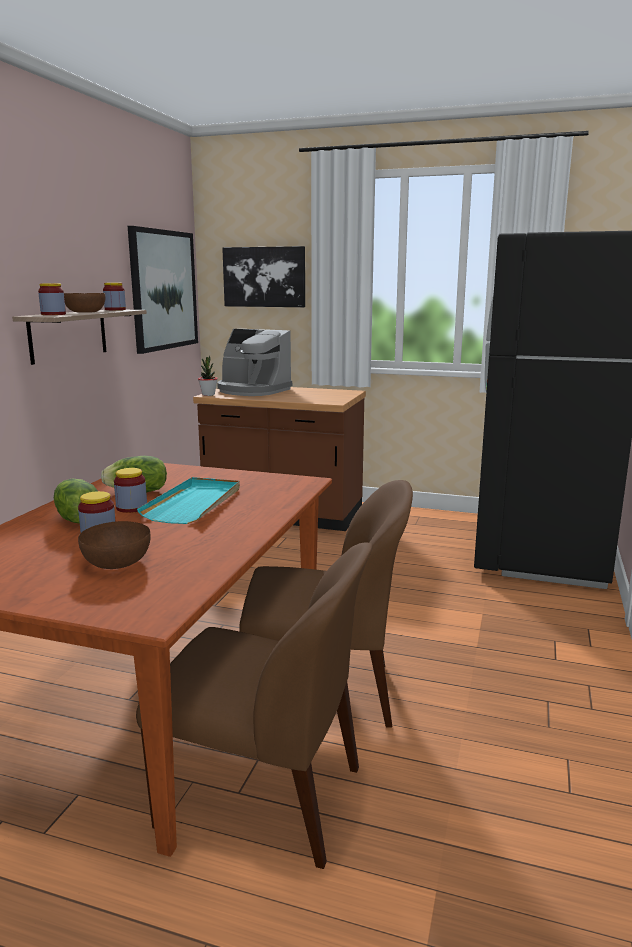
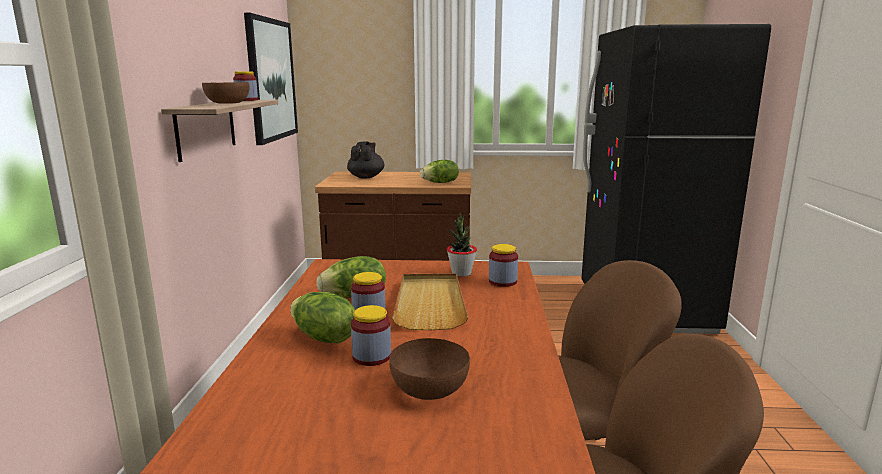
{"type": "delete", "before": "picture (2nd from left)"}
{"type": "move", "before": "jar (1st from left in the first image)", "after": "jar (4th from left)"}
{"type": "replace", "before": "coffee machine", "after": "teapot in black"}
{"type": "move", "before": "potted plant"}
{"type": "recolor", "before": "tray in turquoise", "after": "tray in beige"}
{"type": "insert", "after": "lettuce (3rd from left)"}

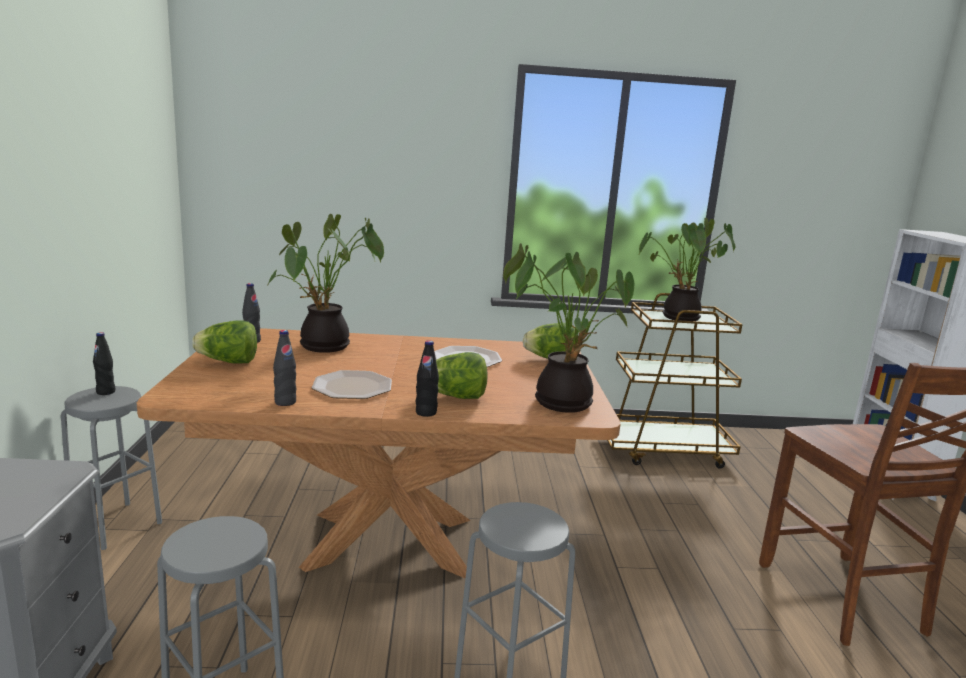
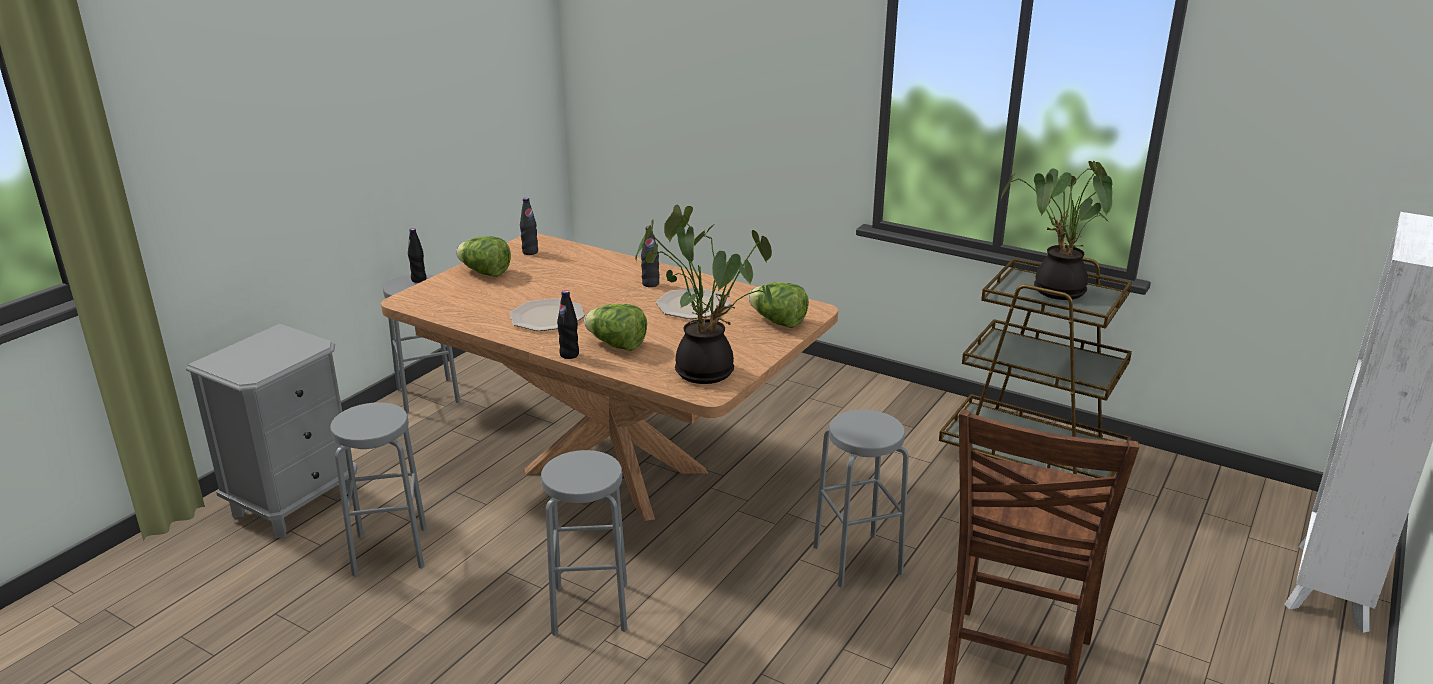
{"type": "delete", "before": "potted plant (1st from left)"}
{"type": "move", "before": "bottle in black (3rd from left in the first image)", "after": "bottle in black (4th from left)"}
{"type": "insert", "after": "stool in grey (4th from left)"}

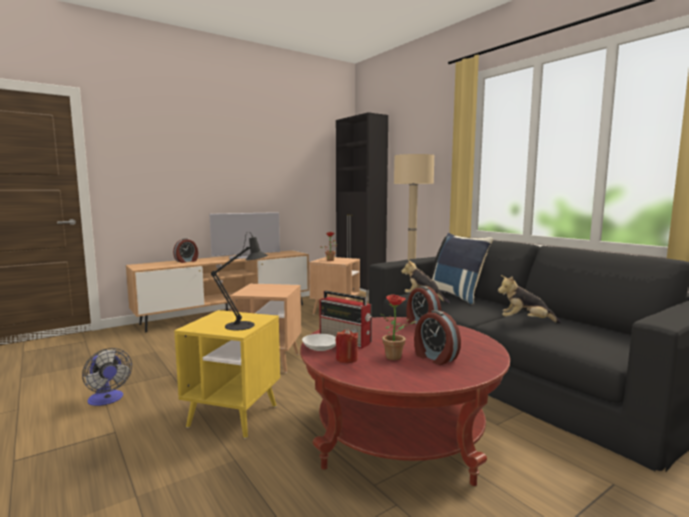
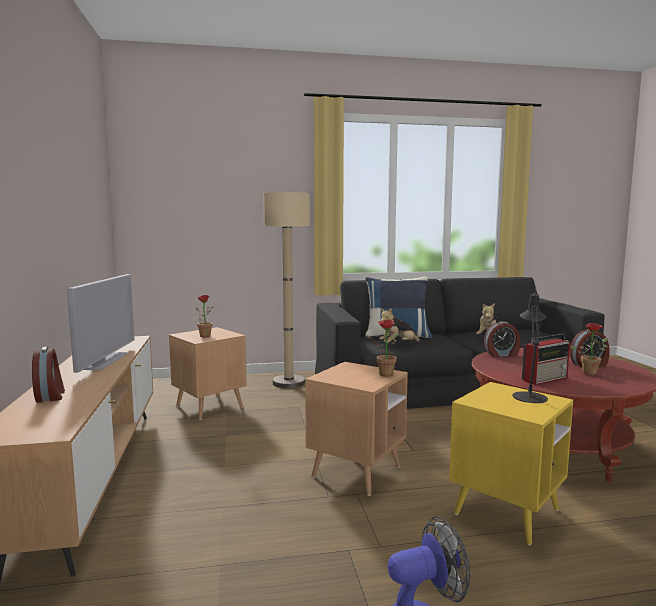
{"type": "delete", "before": "cabinet in black"}
{"type": "delete", "before": "candle in red"}
{"type": "delete", "before": "bowl in white"}
{"type": "insert", "after": "potted plant (2nd from left)"}

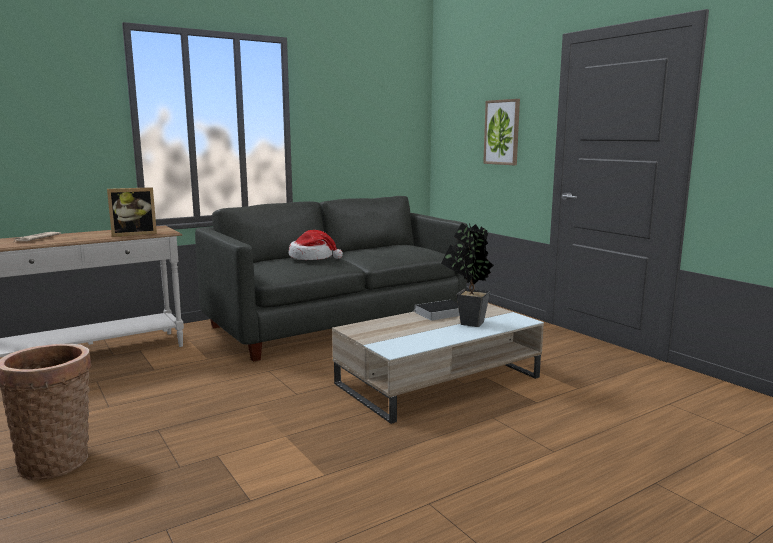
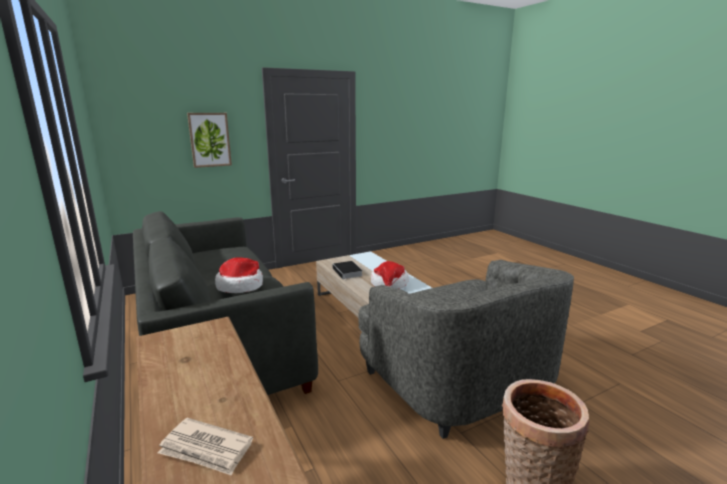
{"type": "delete", "before": "picture frame"}
{"type": "delete", "before": "potted plant"}
{"type": "insert", "after": "armchair in grey"}
{"type": "insert", "after": "hat (2nd from left)"}

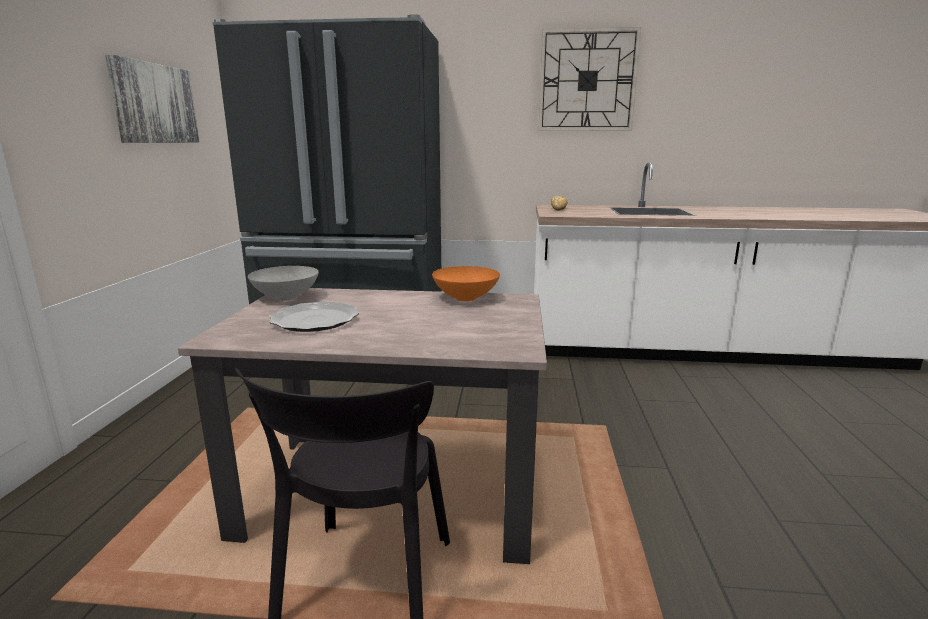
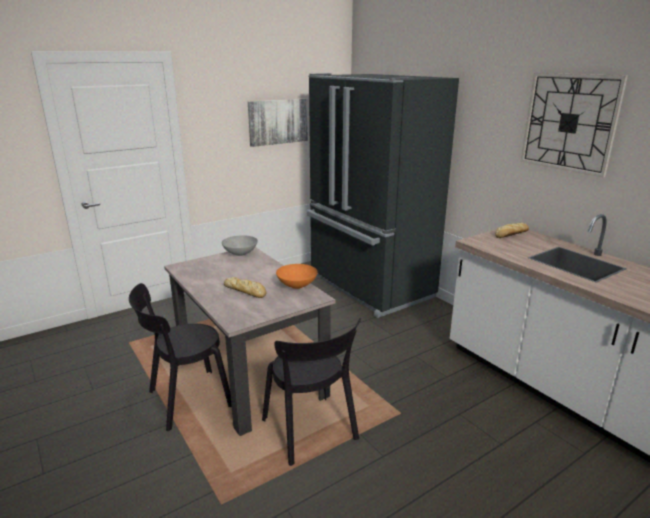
{"type": "delete", "before": "plate"}
{"type": "insert", "after": "bread (1st from left)"}
{"type": "insert", "after": "chair in black (2nd from left)"}

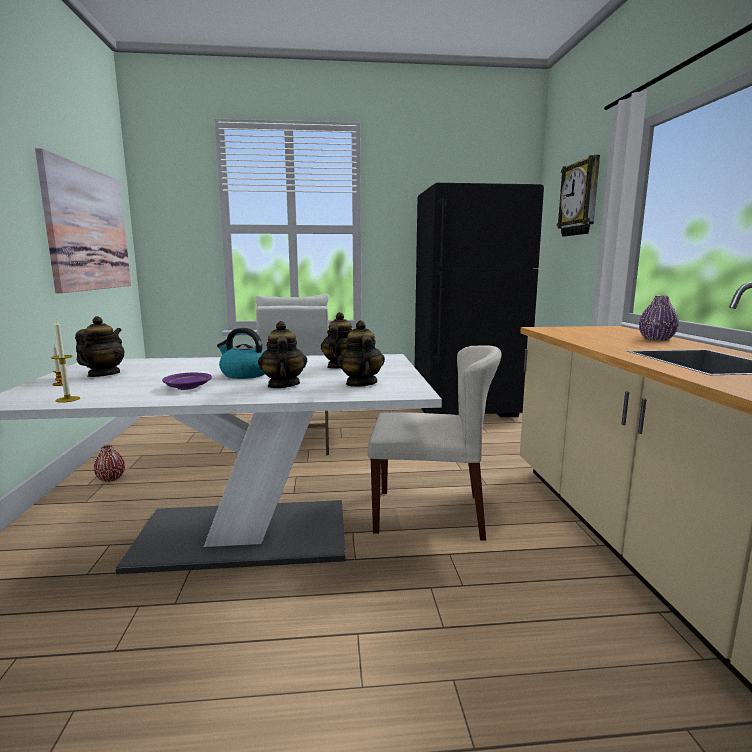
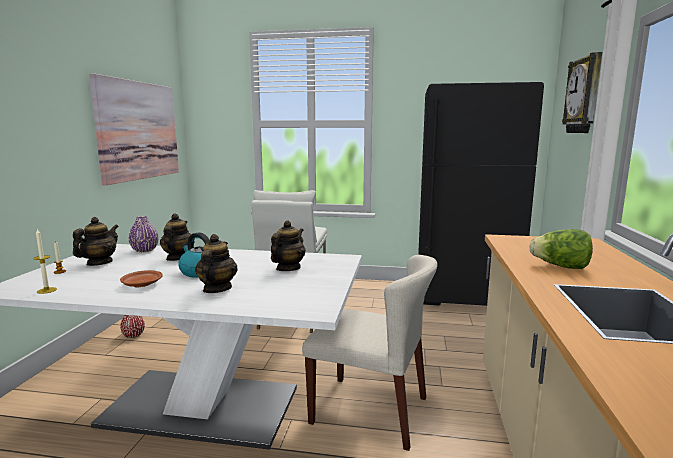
{"type": "move", "before": "vase in purple"}
{"type": "move", "before": "teapot (4th from left in the first image)", "after": "teapot (2nd from left)"}
{"type": "recolor", "before": "plate in purple", "after": "plate in brown"}
{"type": "insert", "after": "lettuce"}

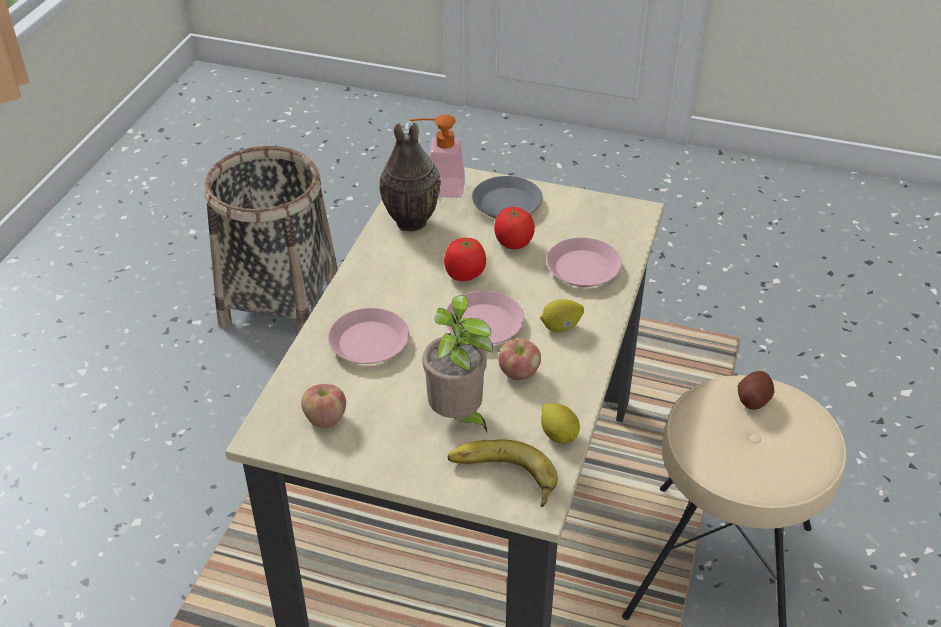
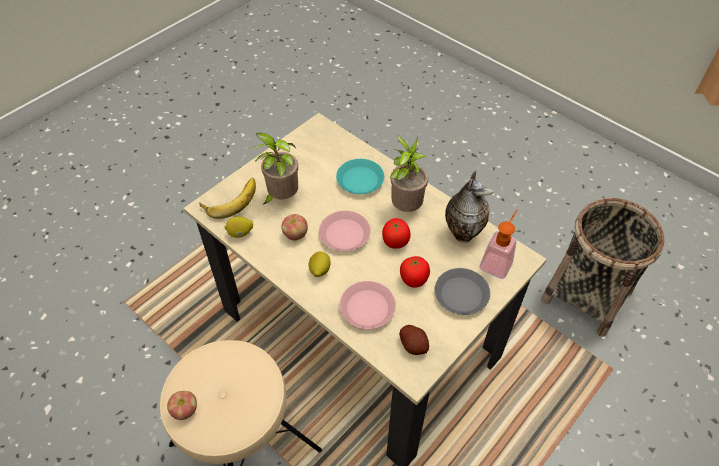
{"type": "recolor", "before": "plate in pink (1st from left)", "after": "plate in turquoise"}
{"type": "move", "before": "potato"}
{"type": "move", "before": "apple (1st from left)"}
{"type": "insert", "after": "potted plant (2nd from left)"}

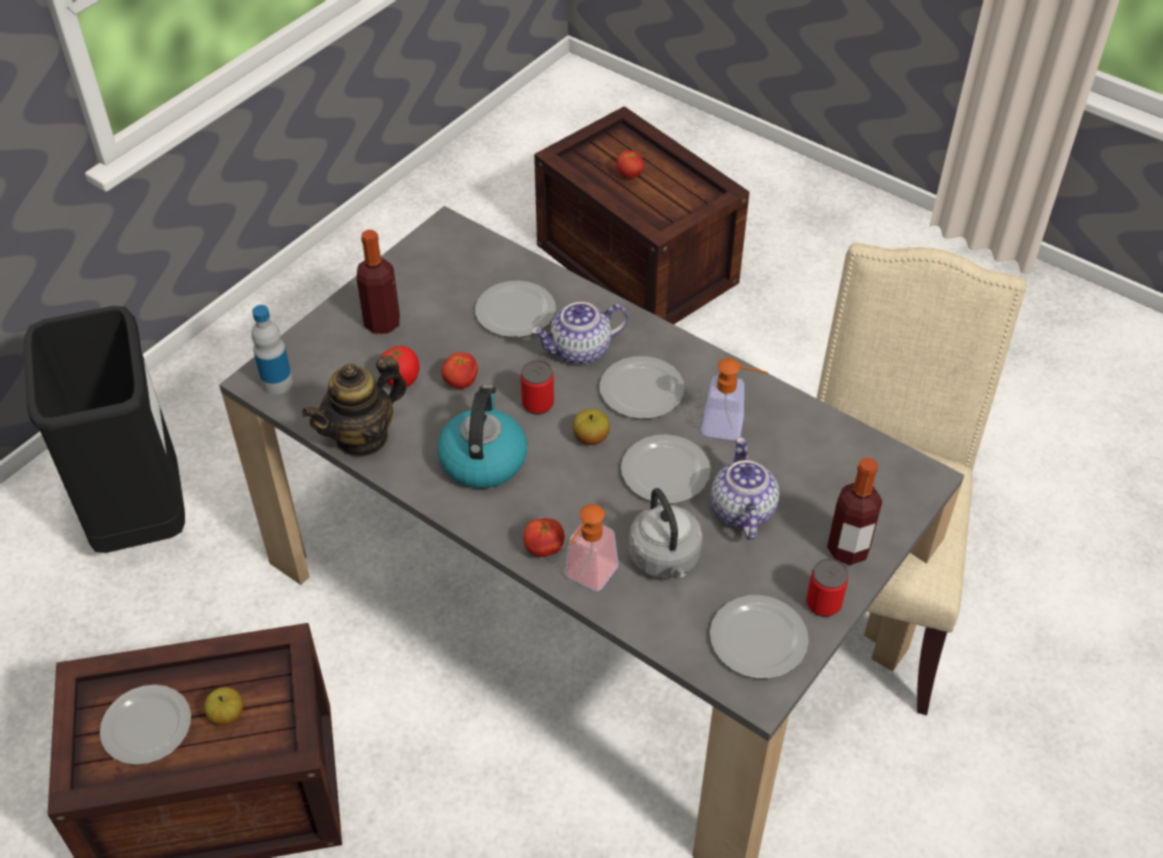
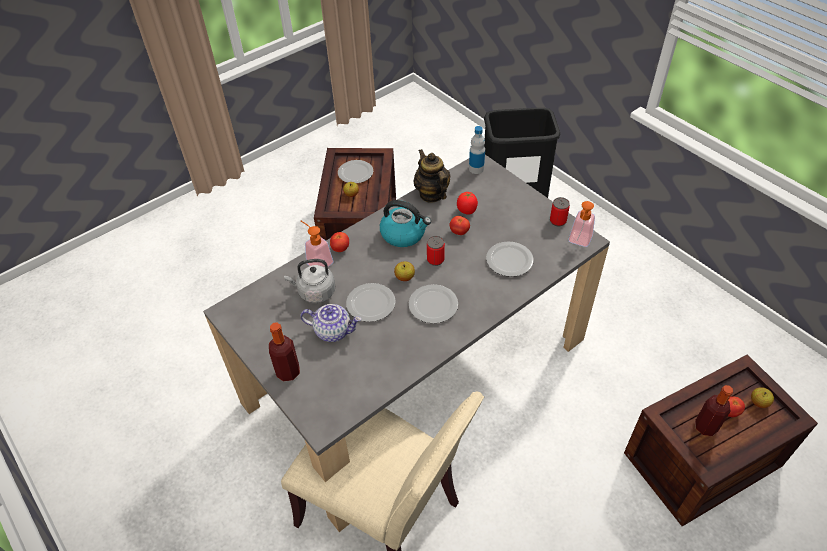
{"type": "move", "before": "bottle (2nd from left in the first image)", "after": "bottle (3rd from left)"}
{"type": "delete", "before": "teapot (2nd from left)"}
{"type": "move", "before": "soap dispenser (2nd from left)"}
{"type": "move", "before": "can (2nd from left)"}
{"type": "delete", "before": "plate (5th from left)"}
{"type": "insert", "after": "apple (3rd from left)"}

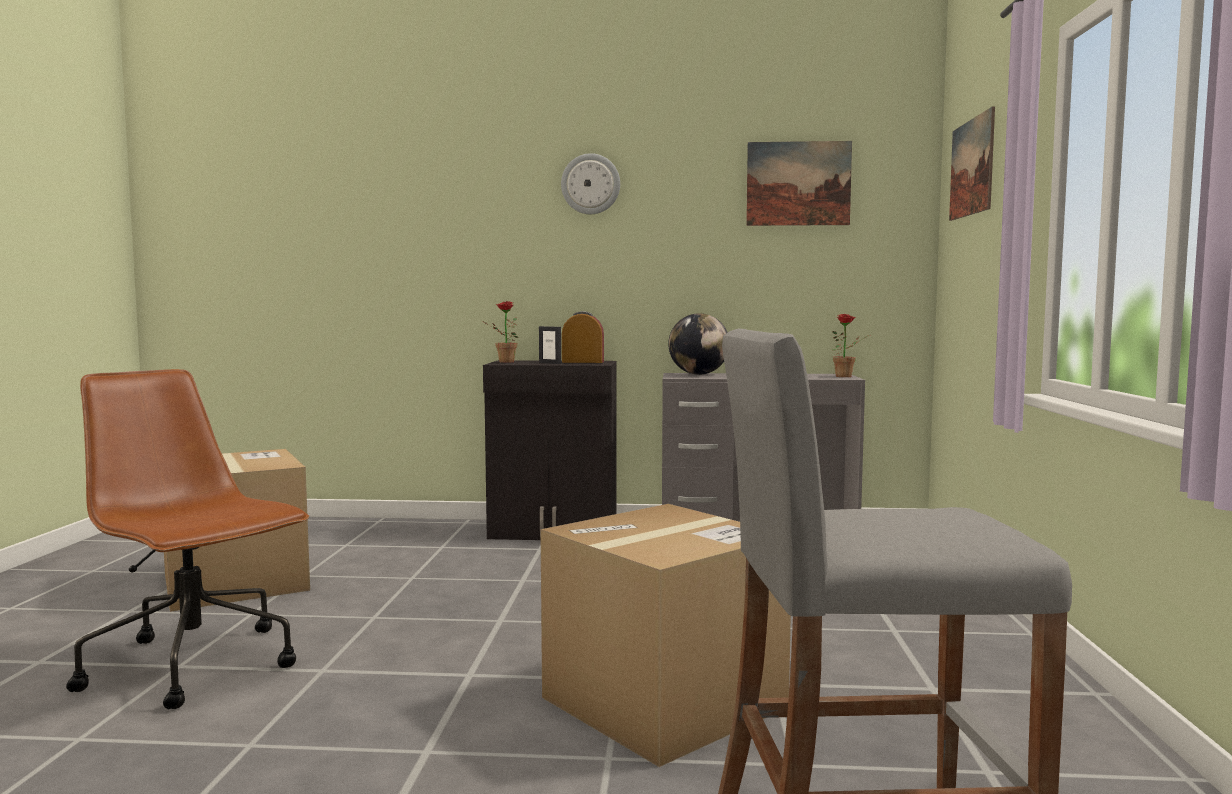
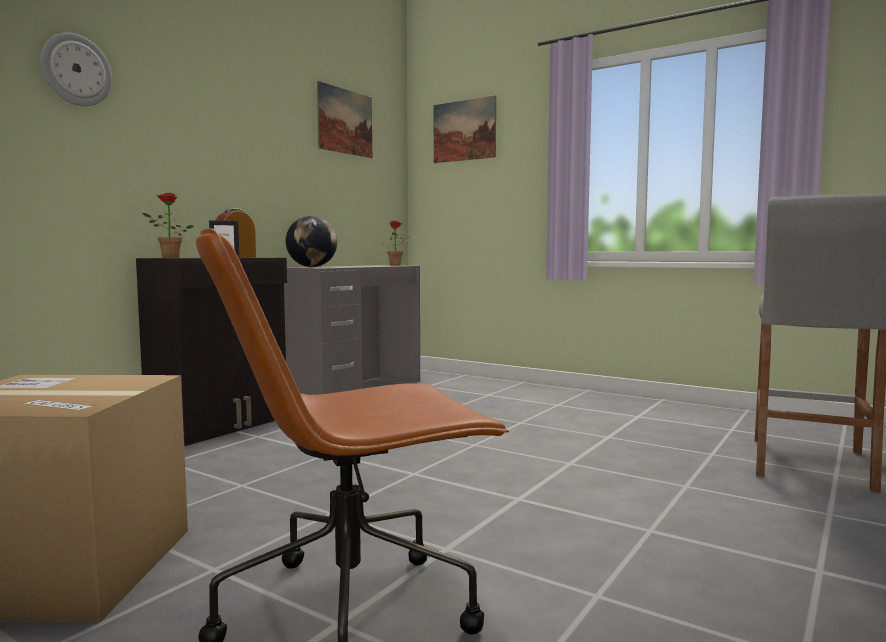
{"type": "move", "before": "wall clock"}
{"type": "delete", "before": "cardboard box (2nd from left)"}

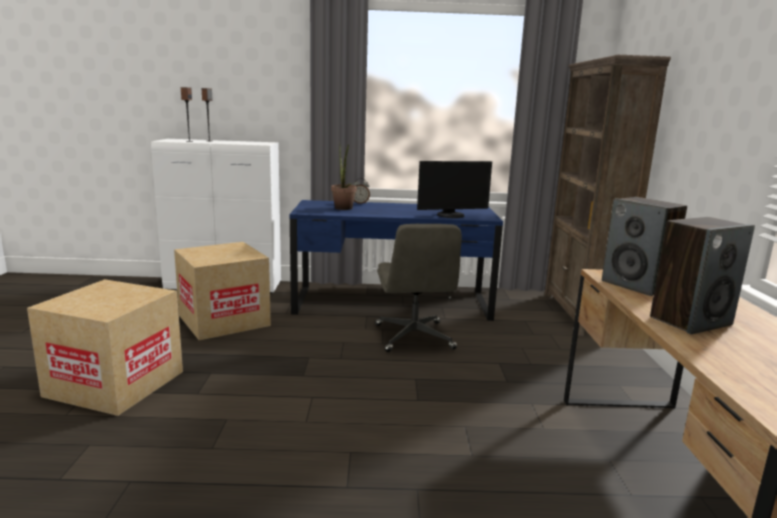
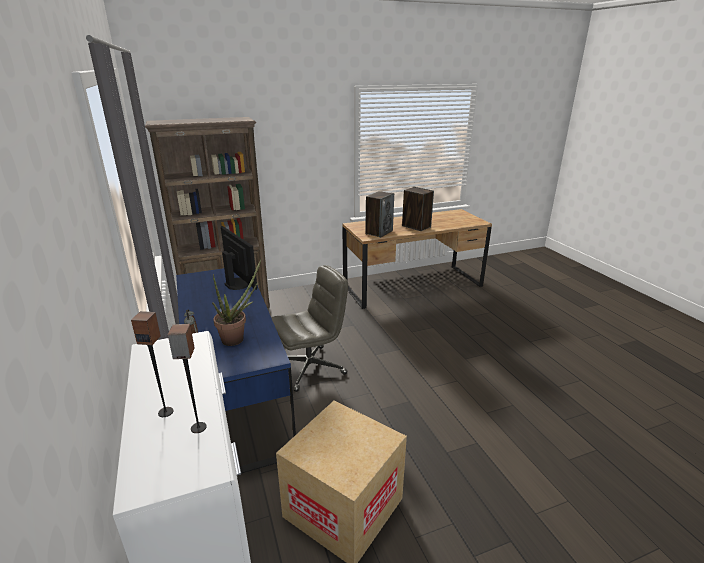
{"type": "delete", "before": "cardboard box (1st from left)"}

